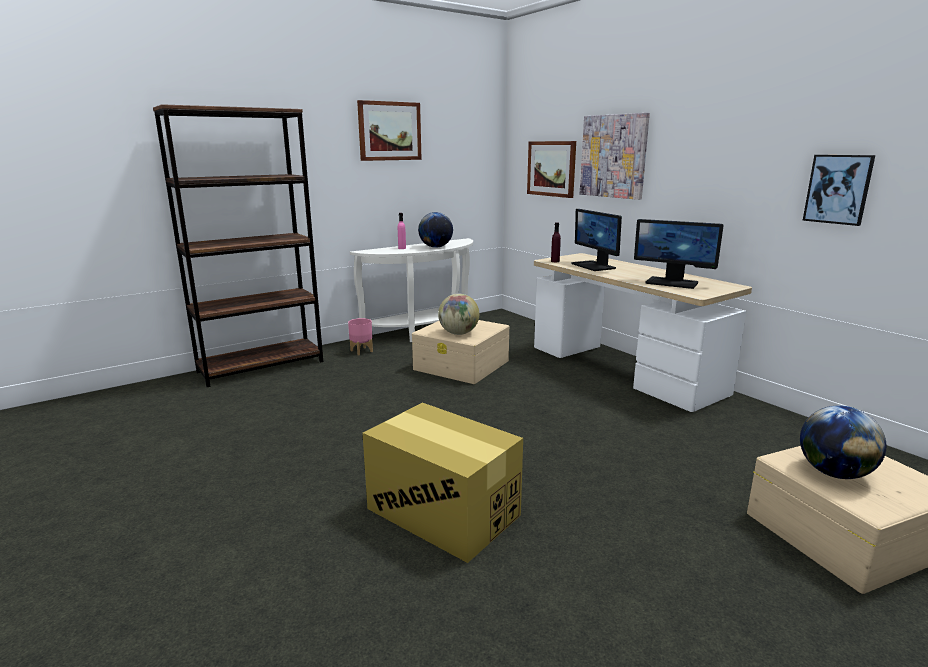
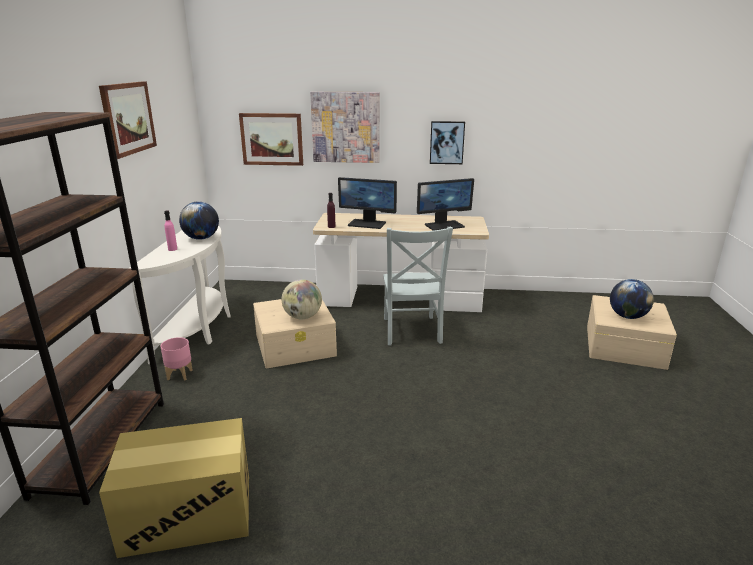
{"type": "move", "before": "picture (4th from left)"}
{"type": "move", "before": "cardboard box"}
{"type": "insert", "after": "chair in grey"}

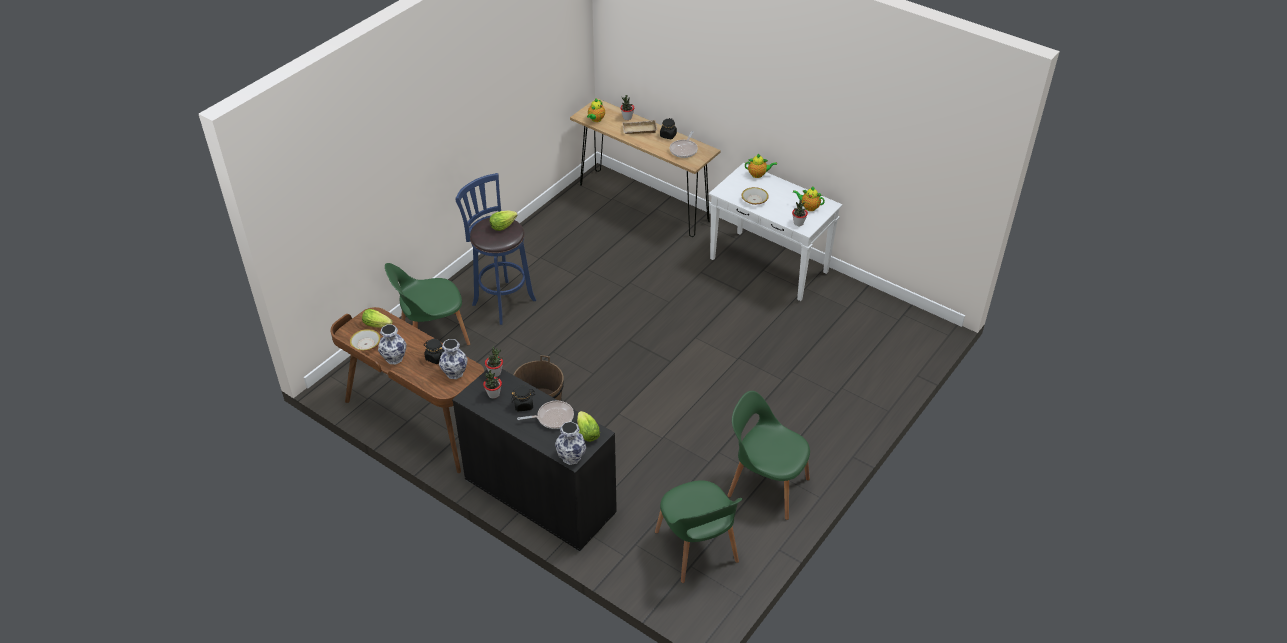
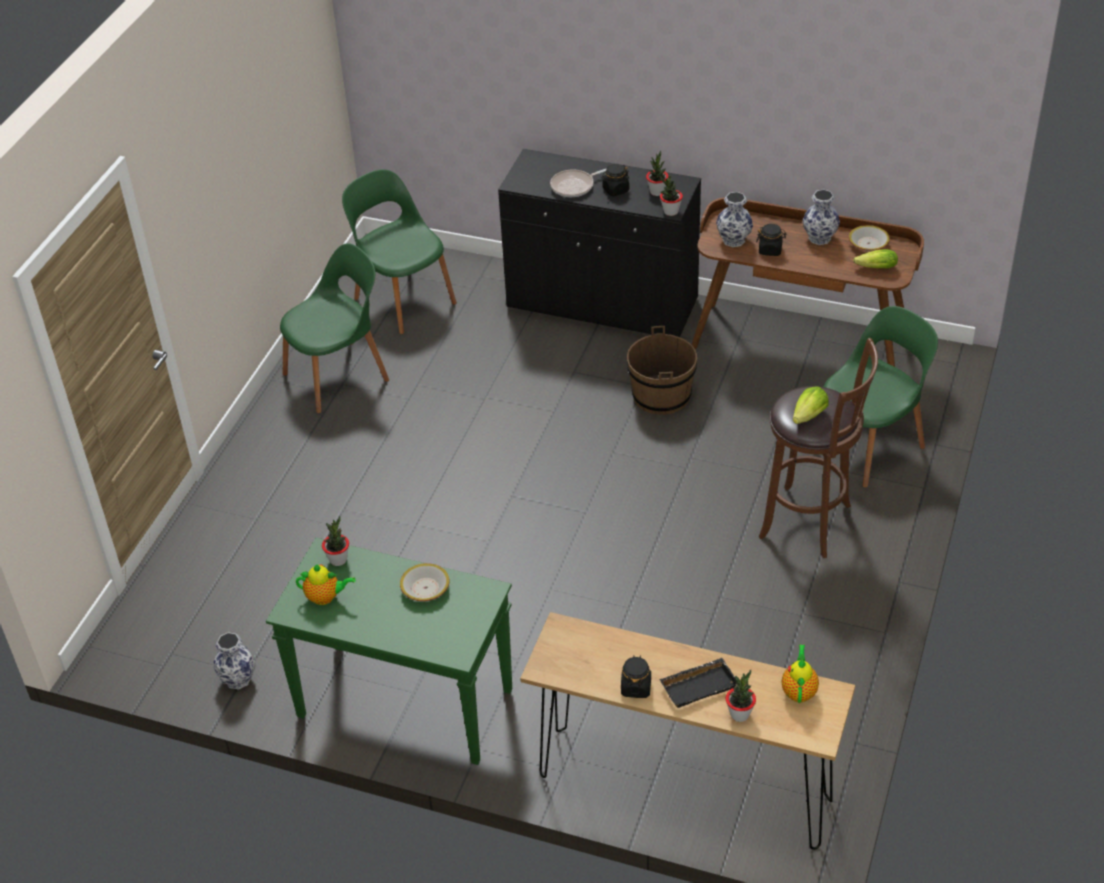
{"type": "recolor", "before": "tray in beige", "after": "tray in black"}
{"type": "delete", "before": "frying pan (2nd from left)"}
{"type": "delete", "before": "teapot (2nd from left)"}
{"type": "recolor", "before": "console table in white", "after": "console table in green"}
{"type": "recolor", "before": "stool in blue", "after": "stool in brown"}
{"type": "rotate", "before": "chair in green (3rd from left in the first image)", "turn": -45}
{"type": "delete", "before": "lettuce (3rd from left)"}
{"type": "move", "before": "vase (3rd from left in the first image)", "after": "vase (1st from left)"}

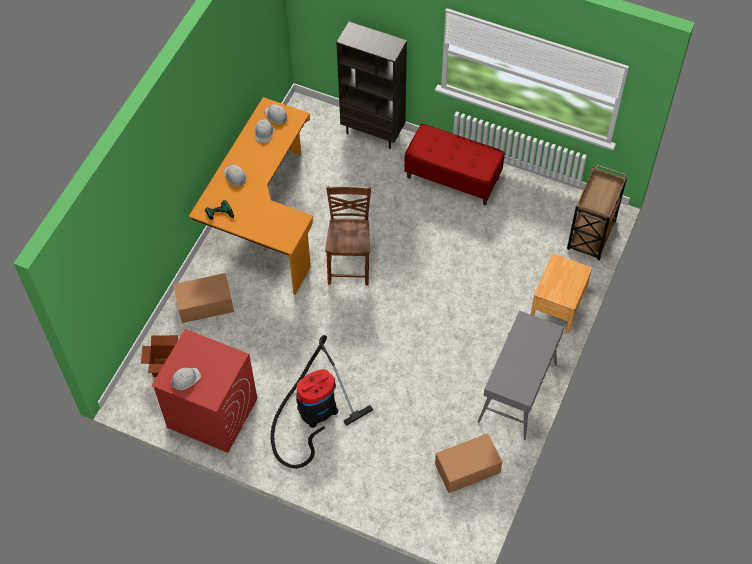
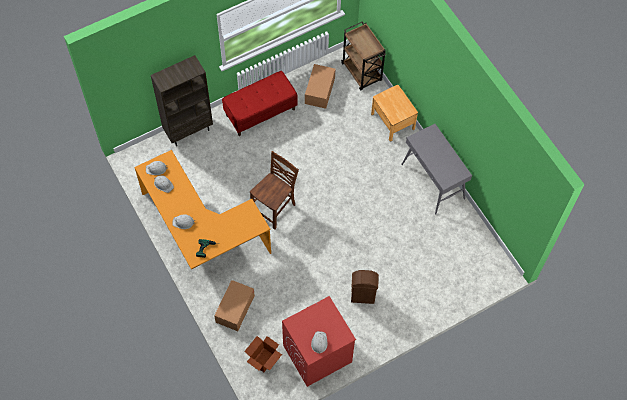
{"type": "rotate", "before": "chair in brown", "turn": 90}
{"type": "replace", "before": "vacuum cleaner", "after": "trash can in brown"}
{"type": "move", "before": "cardboard box (3rd from left)"}

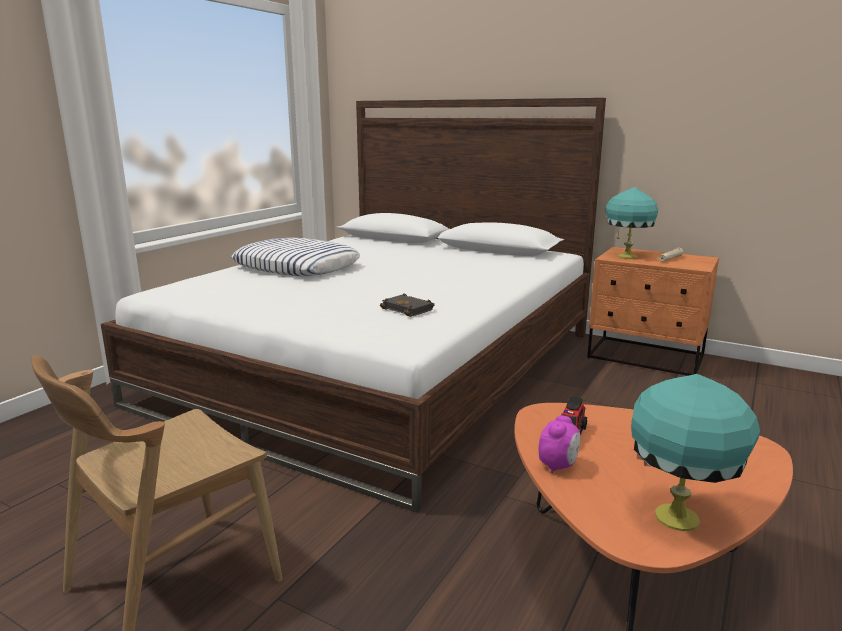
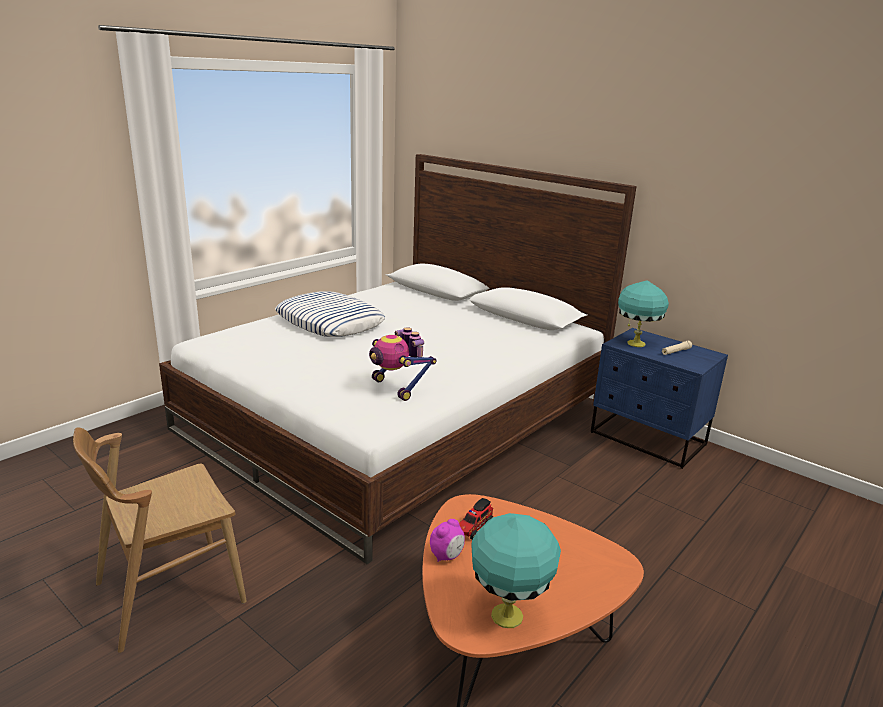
{"type": "recolor", "before": "nightstand in orange", "after": "nightstand in blue"}
{"type": "replace", "before": "book in black", "after": "toy robot"}

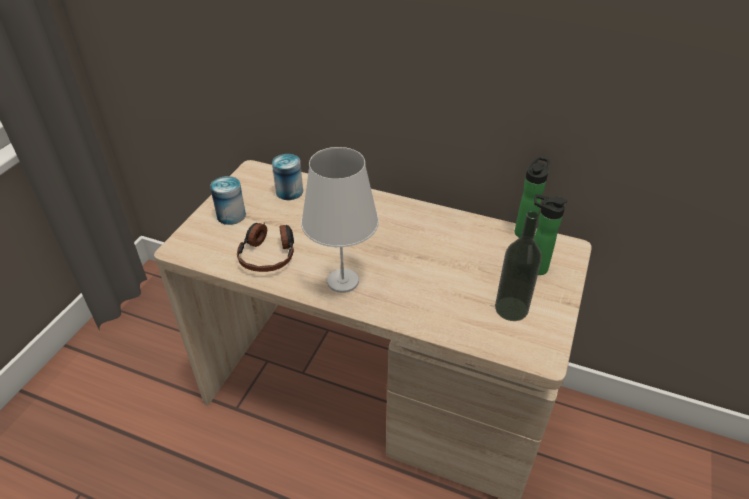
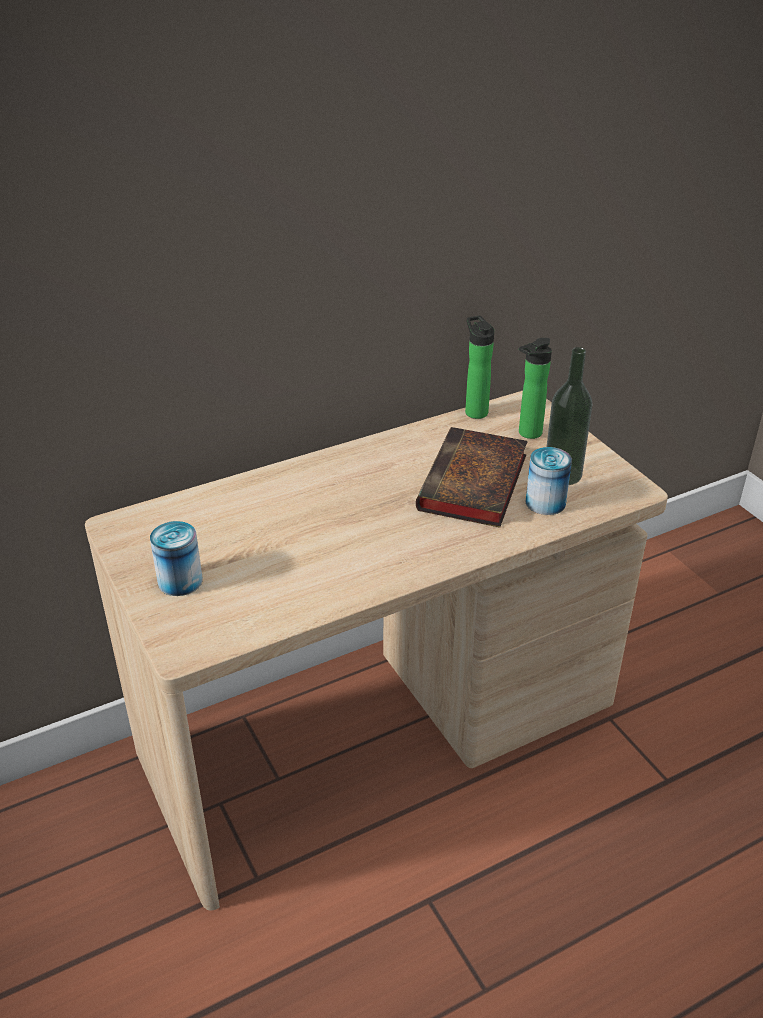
{"type": "delete", "before": "table lamp in white"}
{"type": "move", "before": "can (2nd from left)"}
{"type": "delete", "before": "headphones"}
{"type": "insert", "after": "book"}

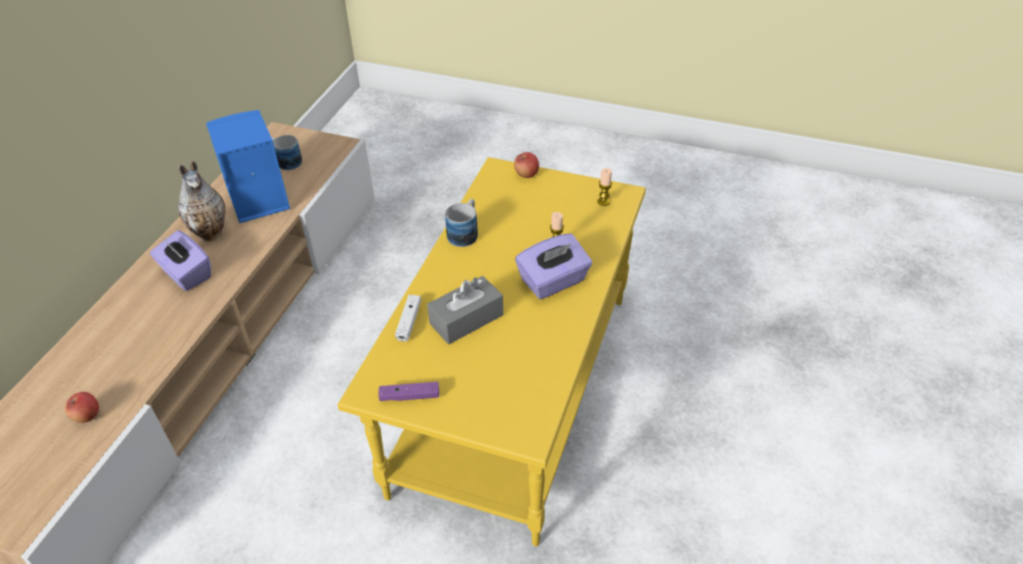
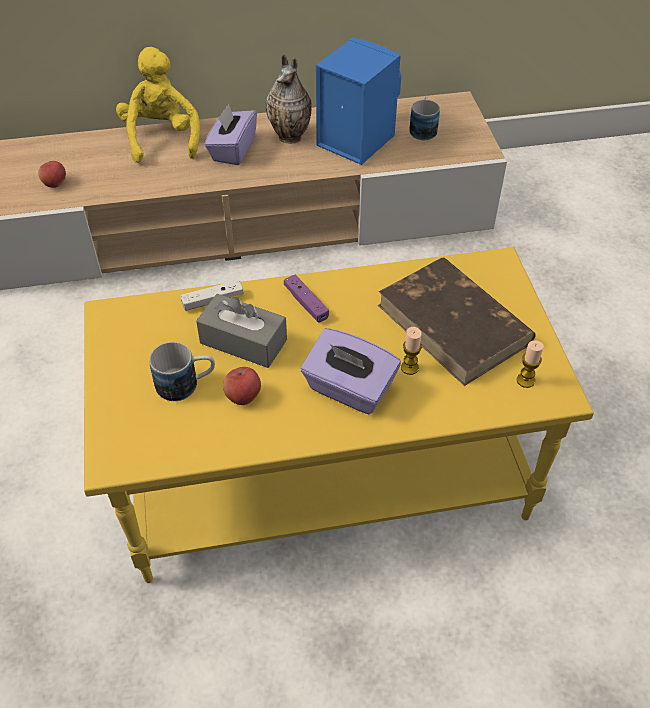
{"type": "move", "before": "apple (2nd from left)"}
{"type": "move", "before": "mug (2nd from left in the first image)", "after": "mug (1st from left)"}
{"type": "move", "before": "game controller in purple"}
{"type": "insert", "after": "plush toy in yellow"}
{"type": "insert", "after": "book in brown"}

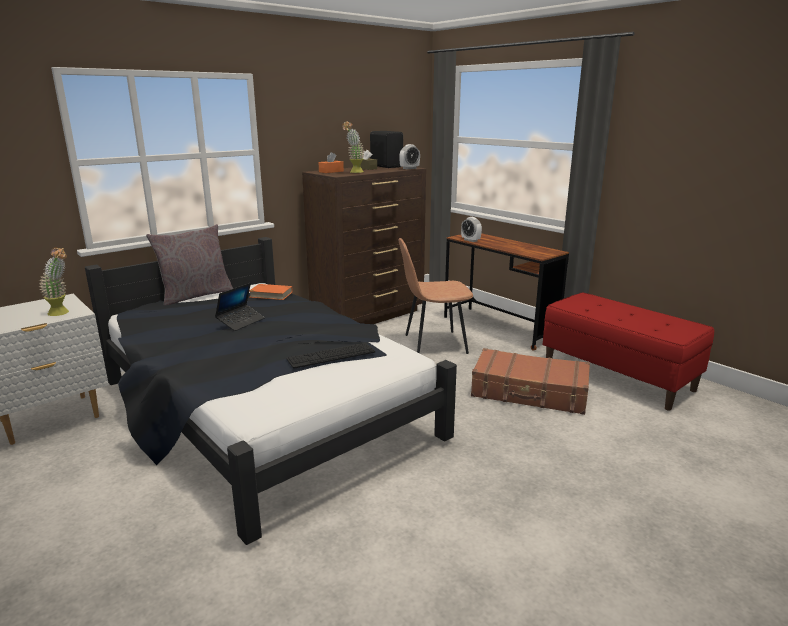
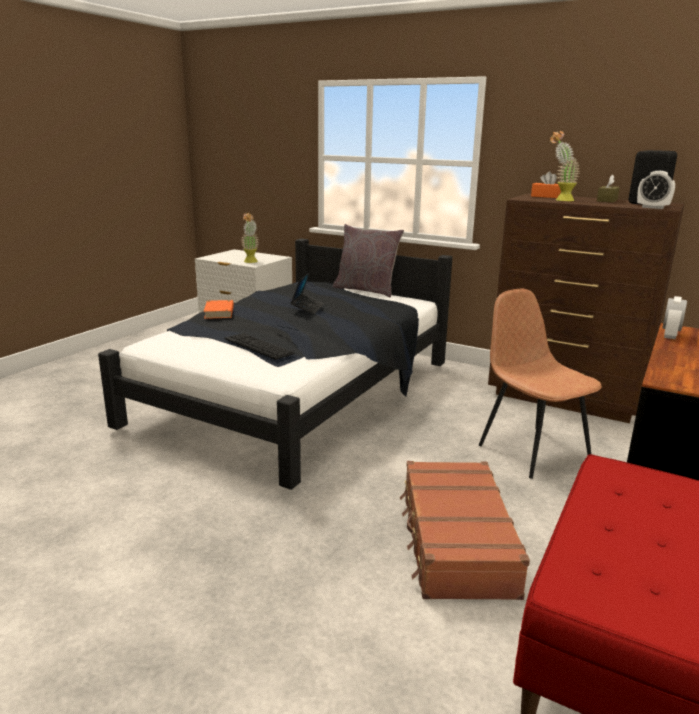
{"type": "rotate", "before": "laptop", "turn": -90}
{"type": "move", "before": "book in orange"}

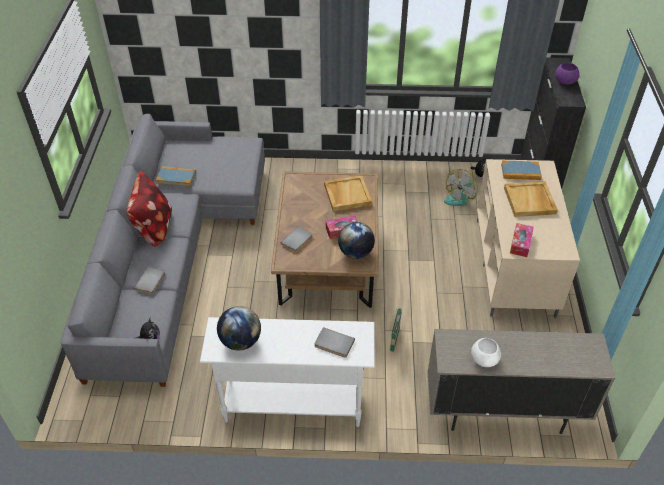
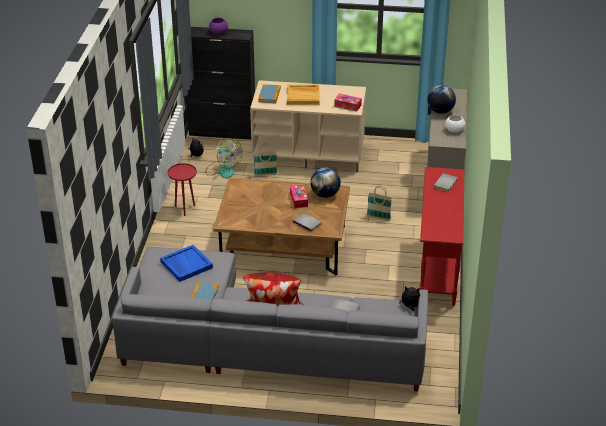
{"type": "delete", "before": "tray in beige (1st from left)"}
{"type": "move", "before": "globe (1st from left in the first image)", "after": "globe (2nd from left)"}
{"type": "recolor", "before": "console table in white", "after": "console table in red"}
{"type": "insert", "after": "basket (1st from left)"}
{"type": "insert", "after": "side table in red"}
{"type": "insert", "after": "tray in blue"}

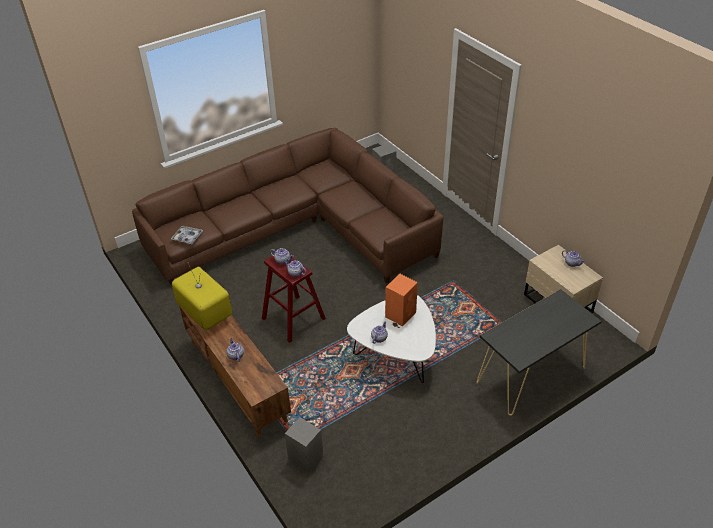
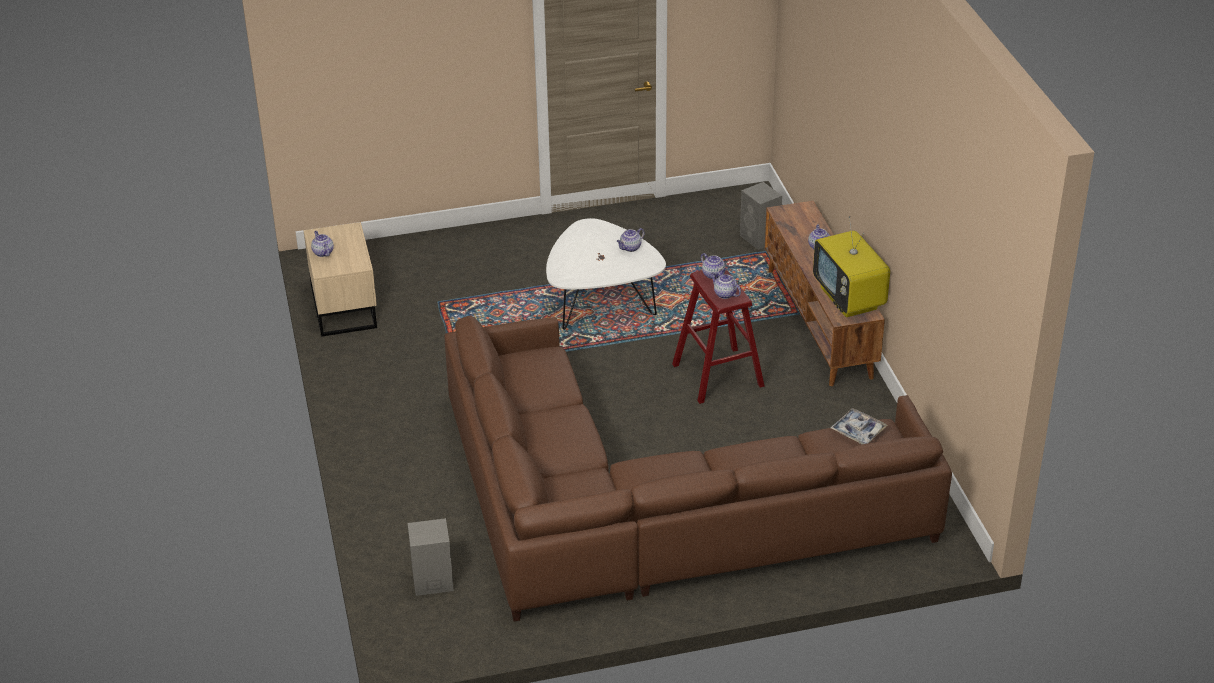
{"type": "delete", "before": "speaker in orange"}
{"type": "delete", "before": "console table in black"}

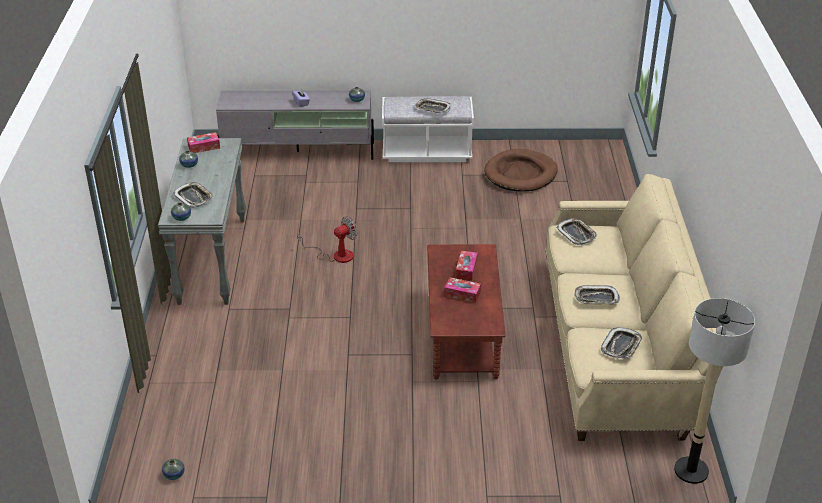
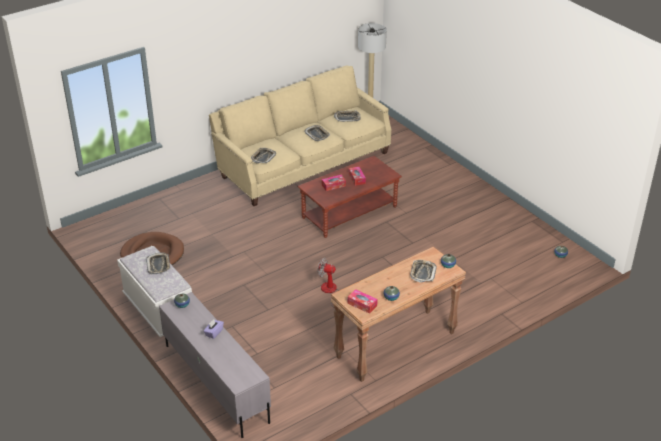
{"type": "recolor", "before": "console table in grey", "after": "console table in brown"}

